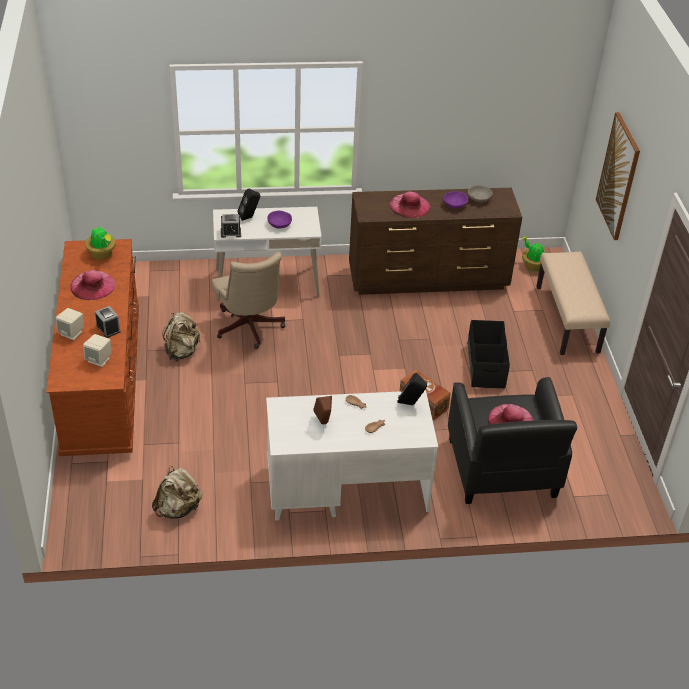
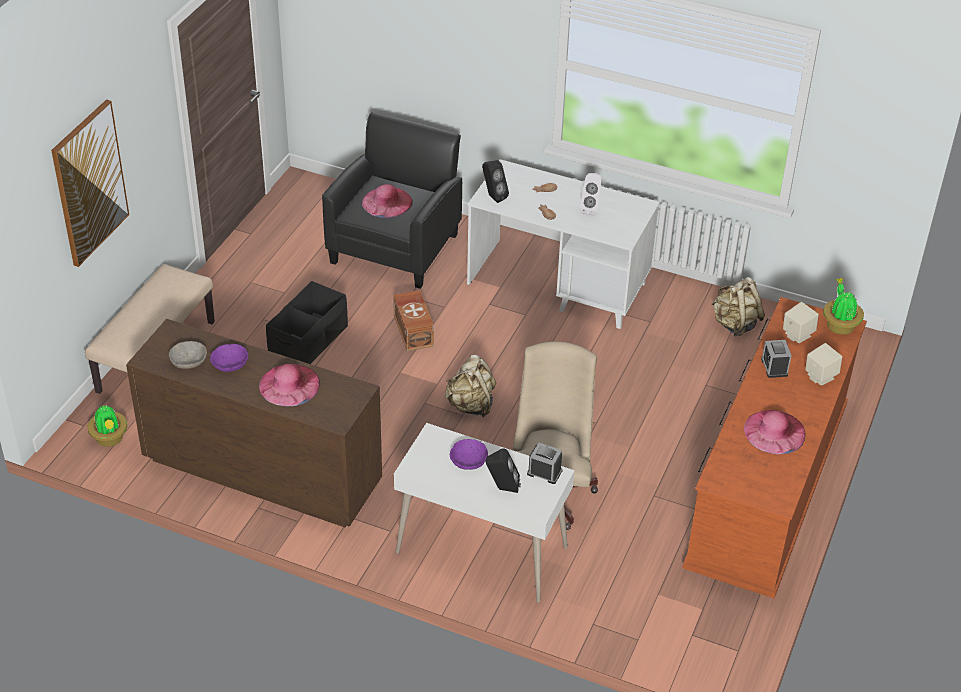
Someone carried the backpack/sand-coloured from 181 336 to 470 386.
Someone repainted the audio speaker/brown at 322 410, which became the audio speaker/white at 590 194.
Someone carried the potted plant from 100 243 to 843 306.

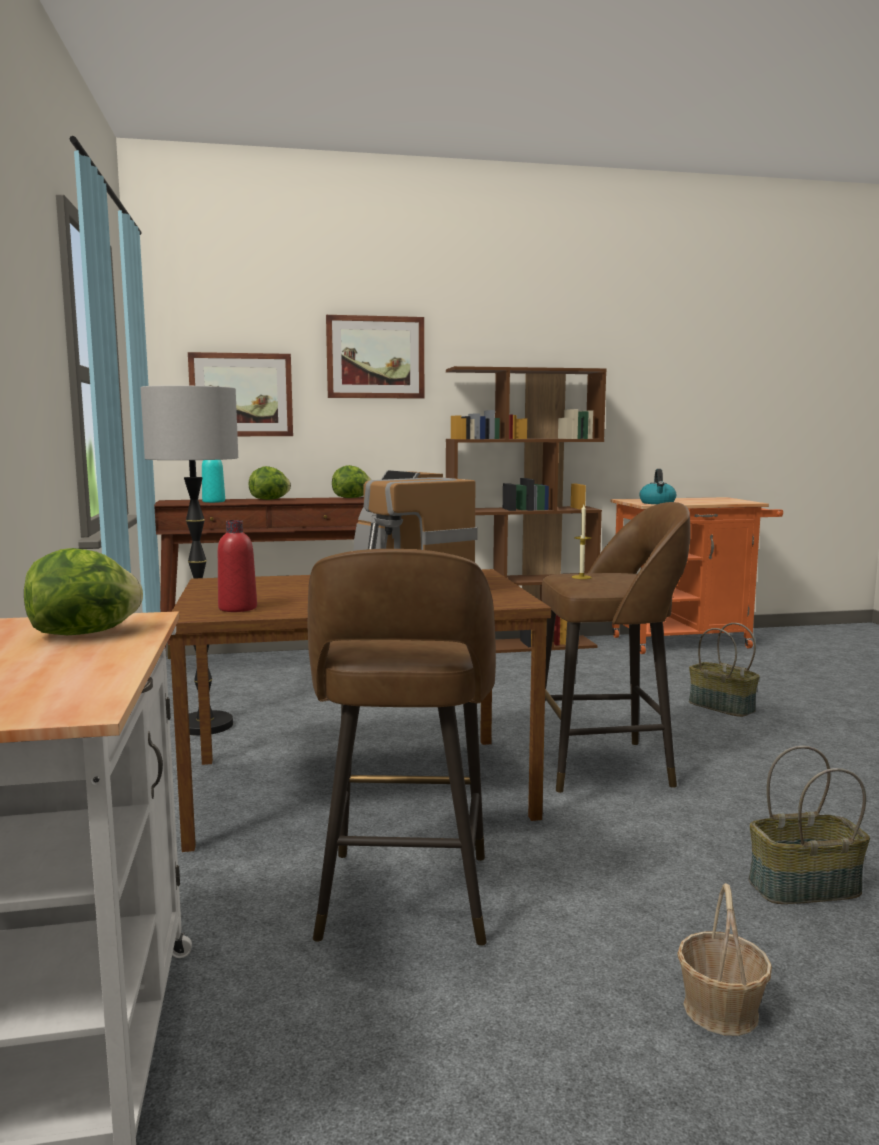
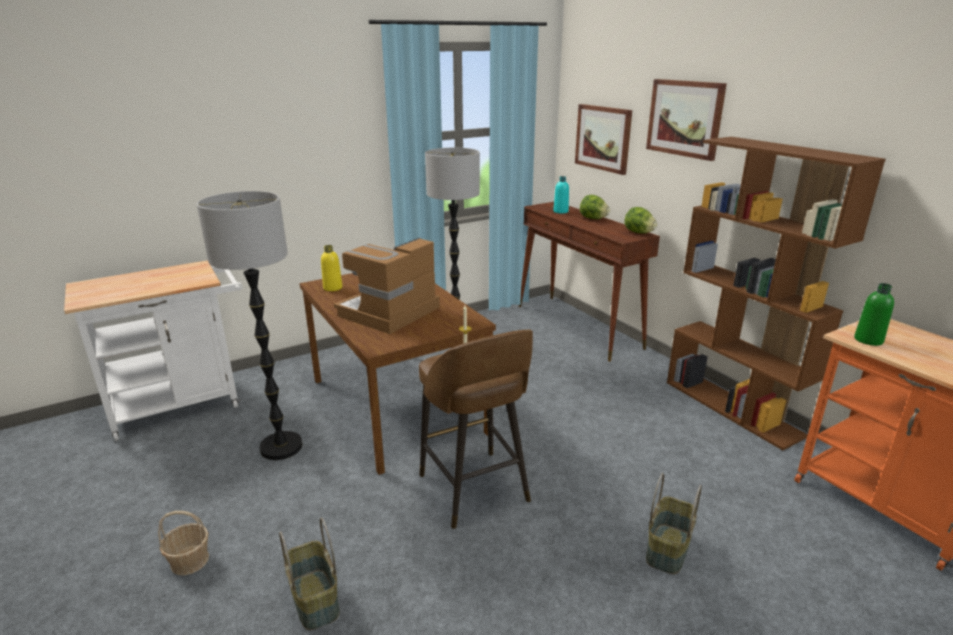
Someone swapped the stool/brown at 402 747 for the standing lamp at 250 325.
Someone repainted the drink bottle/red at 237 566, which became the drink bottle/yellow at 331 268.
Someone swapped the kettle at 657 486 for the drink bottle/green-coloured at 874 314.
Someone took away the head of lettuce at 83 591.

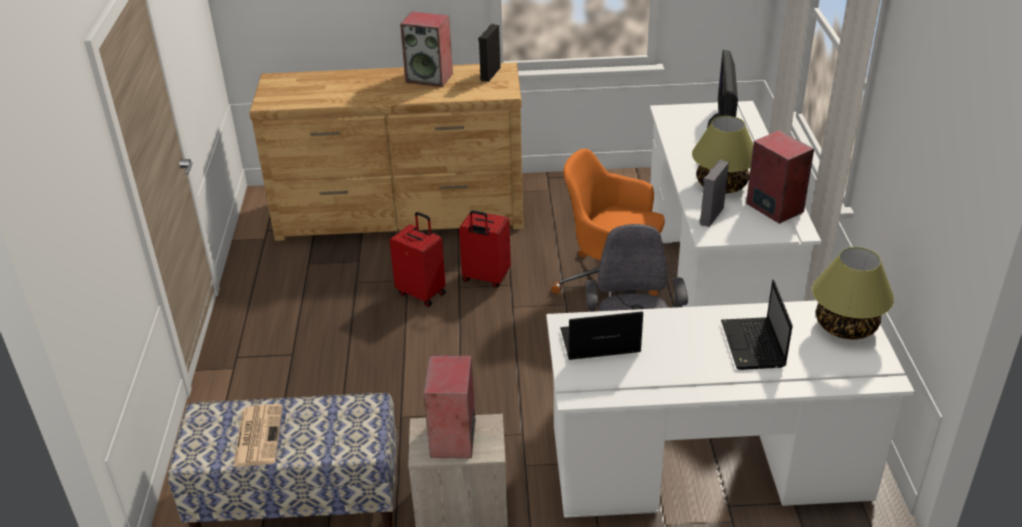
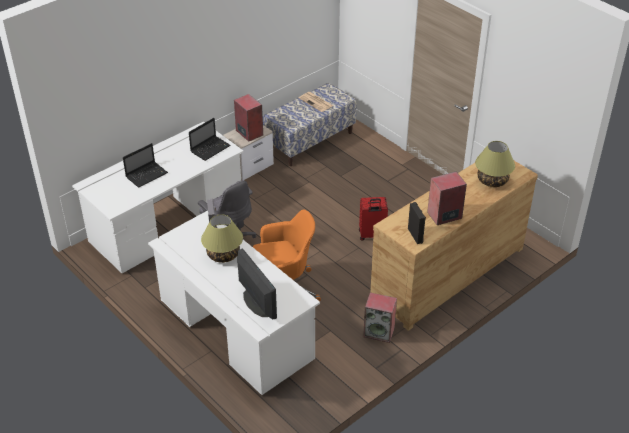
Someone rotated the portable computer at 757 325 by 90 degrees clockwise.
Someone carried the audio speaker from 780 177 to 380 317.
Someone carried the tabletop lamp from 853 293 to 495 164.
Someone took away the suitcase/red at 485 249.

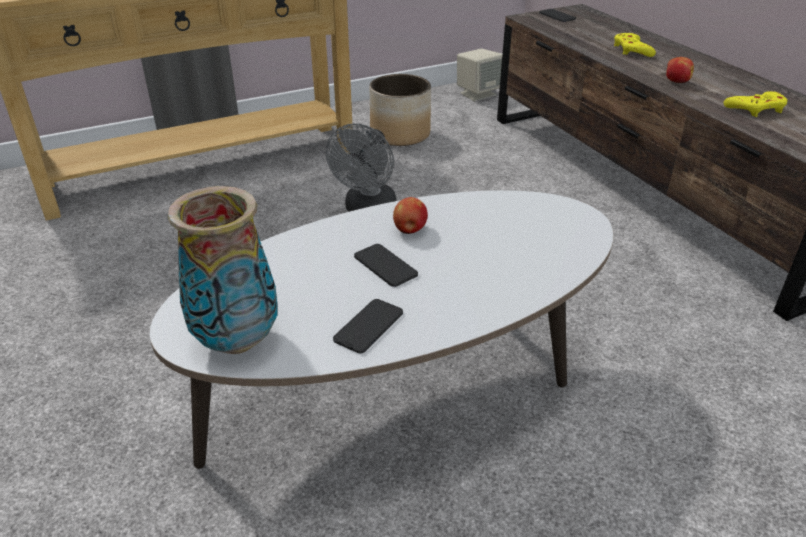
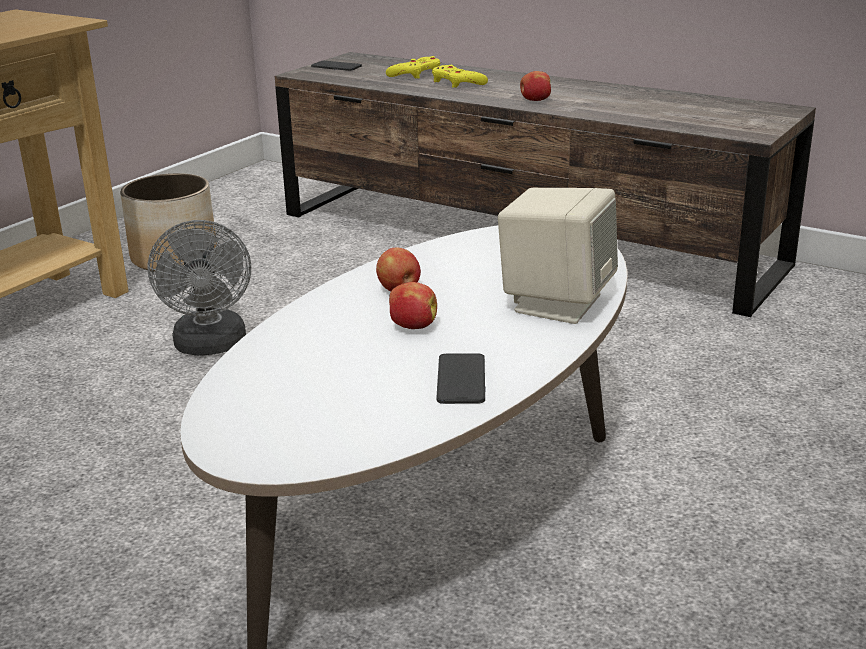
Someone carried the joypad/yellow from 755 104 to 413 67.
Someone swapped the handset at 386 265 for the apple at 413 305.
Someone carried the audio speaker/sand-coloured from 479 75 to 558 256.
Someone took away the vase at 223 270.

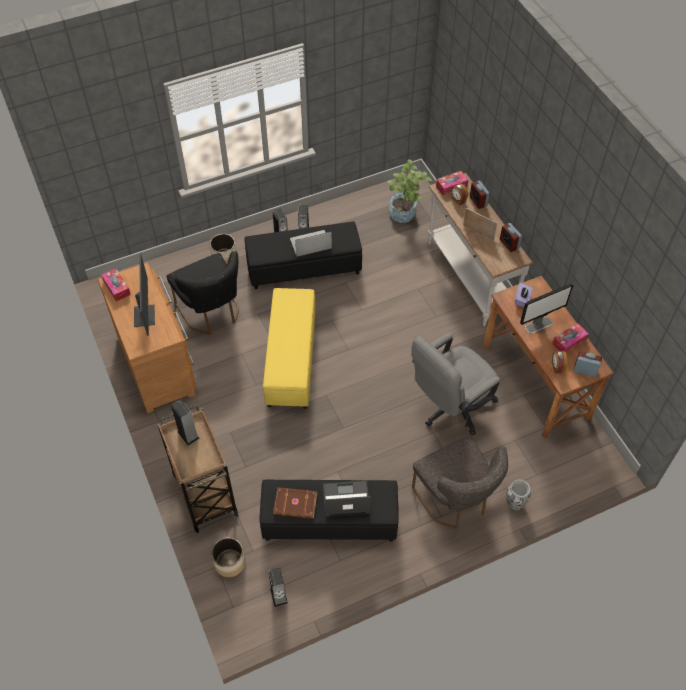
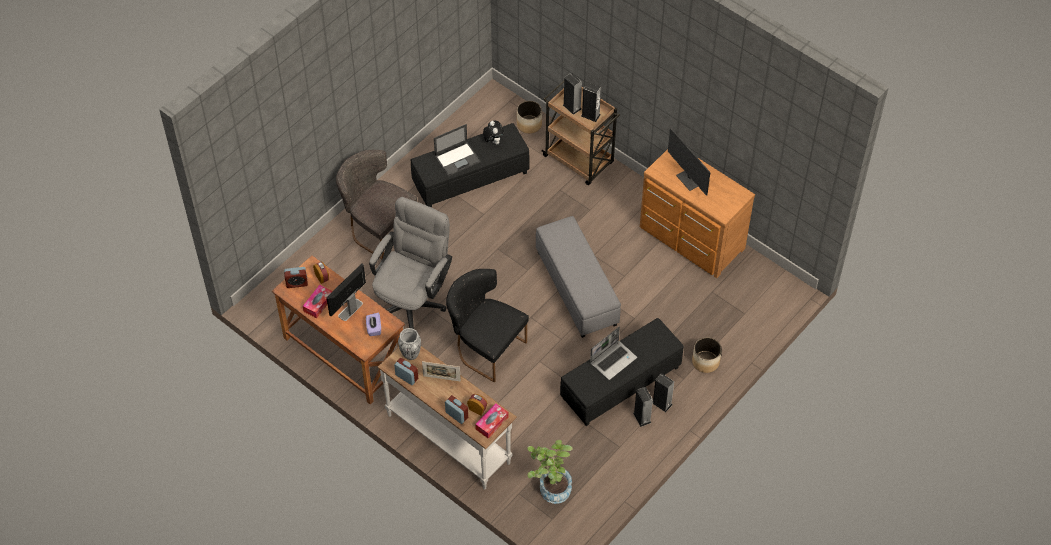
Someone carried the vase from 518 494 to 409 344.
Someone carried the upright chair/black from 202 293 to 487 326.
Someone swapped the bound book/brown at 295 503 for the soft toy at 493 132.
Someone repainted the footrest/yellow at 289 348, which became the footrest/gray at 578 277.
Someone carried the audio speaker from 278 587 to 572 94.
Someone took away the tissue box at 116 284.

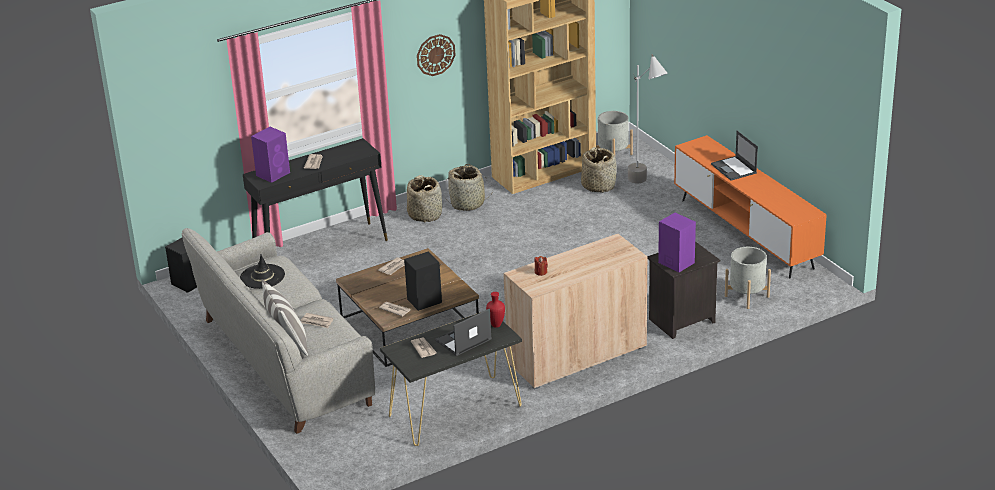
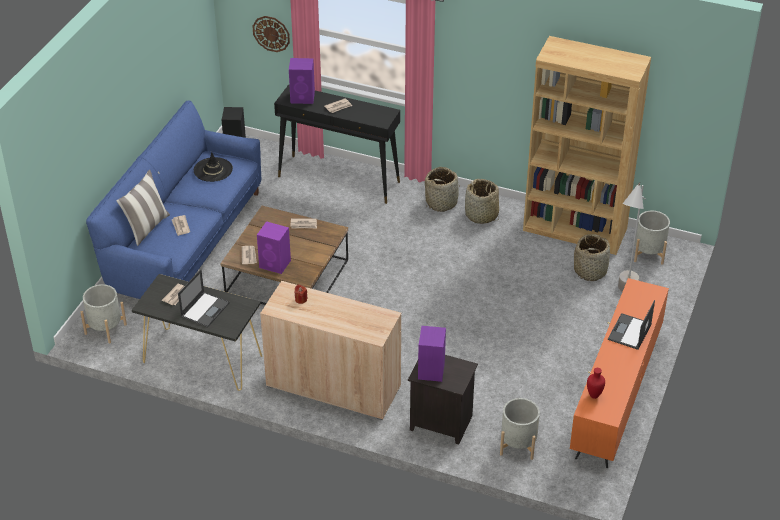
Someone put down the planter/gray at 103 313.
Someone repainted the settee/gray at 278 331, which became the settee/blue at 173 199.
Someone rotated the portable computer at 463 332 by 105 degrees clockwise.
Someone carried the clock on the wall from 436 55 to 271 34.
Someone repainted the audio speaker/black at 423 281, which became the audio speaker/purple at 274 247.
Someone carried the vase/red from 495 310 to 596 383.

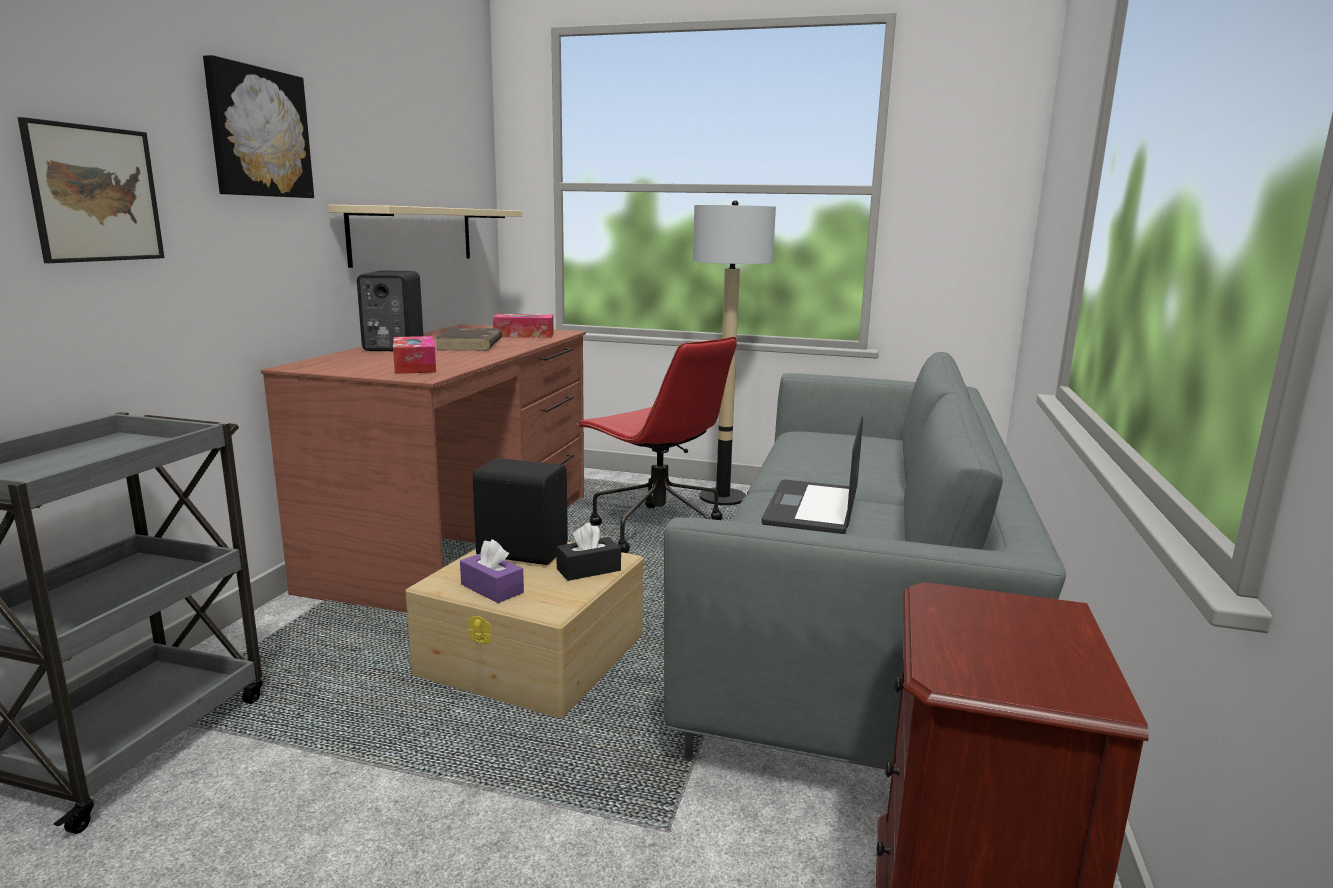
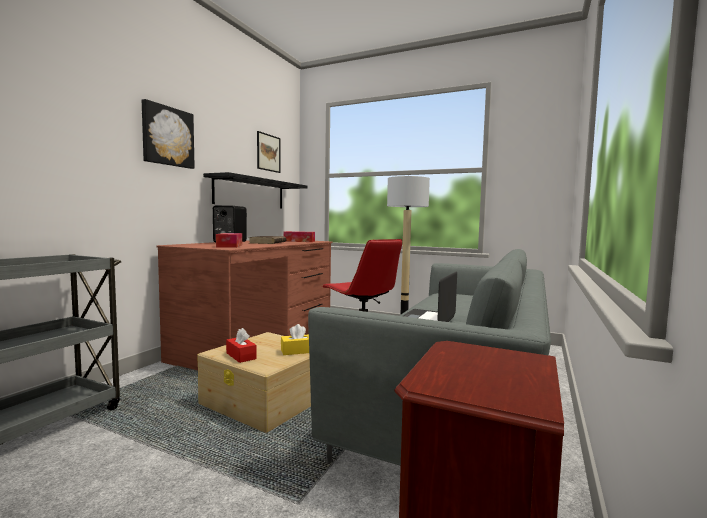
Someone repainted the shelf/sand-coloured at 425 236, which became the shelf/black at 255 190.
Someone repainted the tissue box/purple at 492 571, which became the tissue box/red at 241 345.
Someone carried the wall art from 91 190 to 268 152.
Someone repainted the tissue box/black at 588 552, which became the tissue box/yellow at 295 339.
Someone took away the audio speaker/black at 520 511.

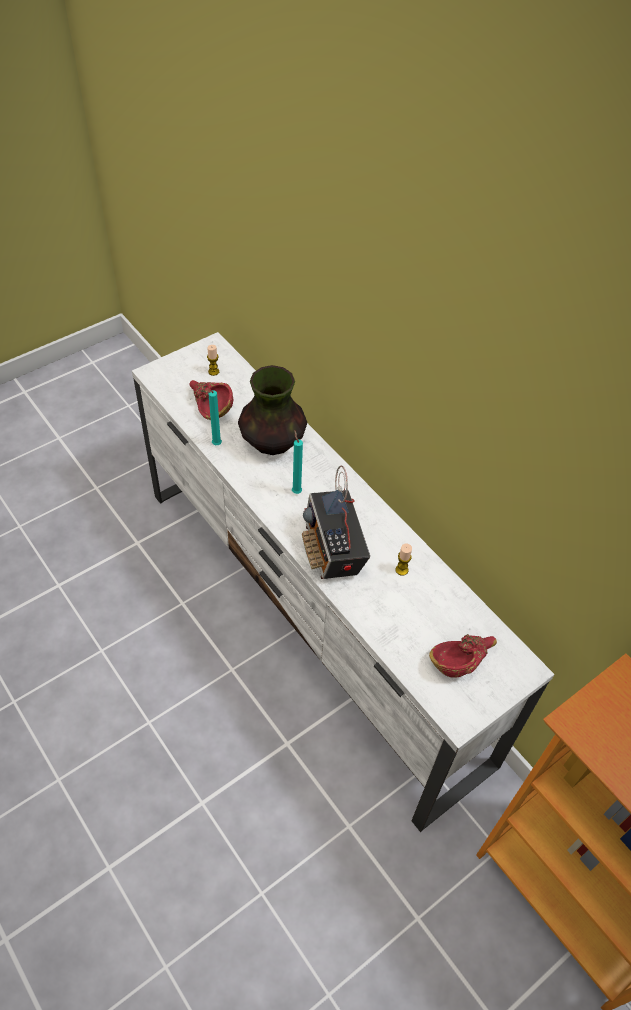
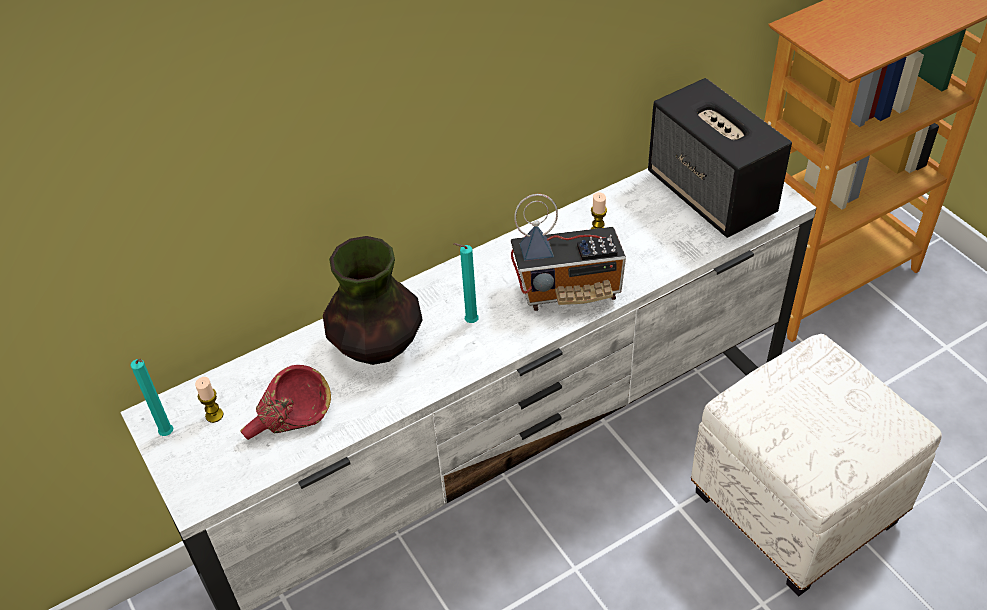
Someone carried the candle/blue-green from 214 417 to 151 397.
Someone swapped the bowl/red at 463 656 for the audio speaker at 720 158.
Someone put down the footrest/white at 816 465.

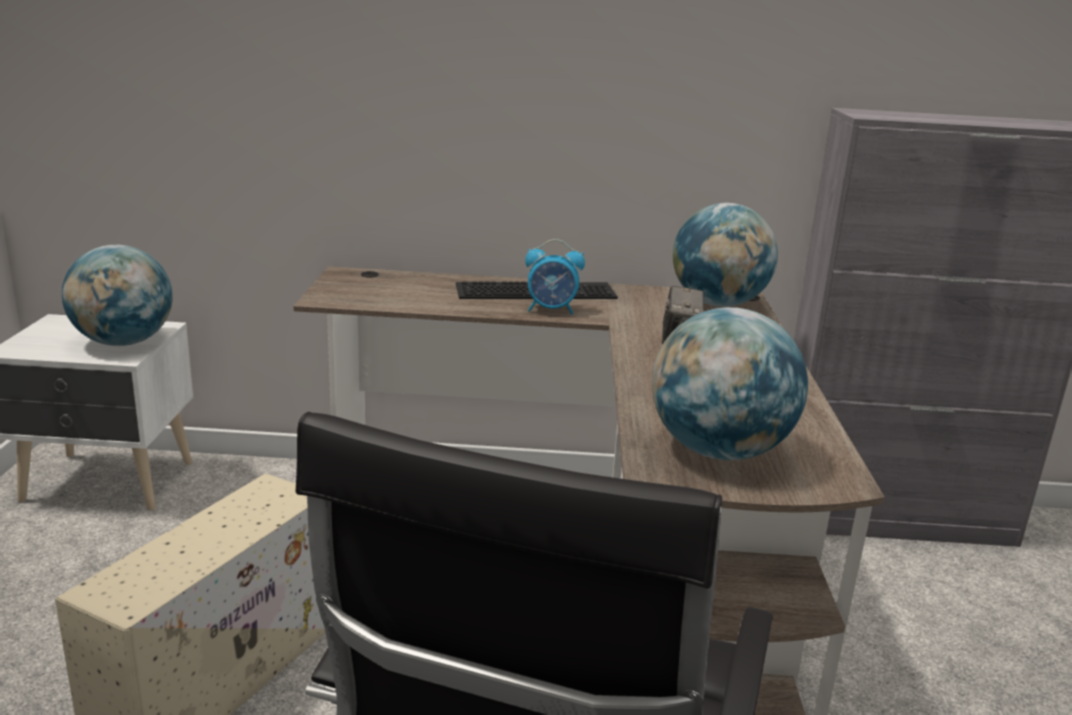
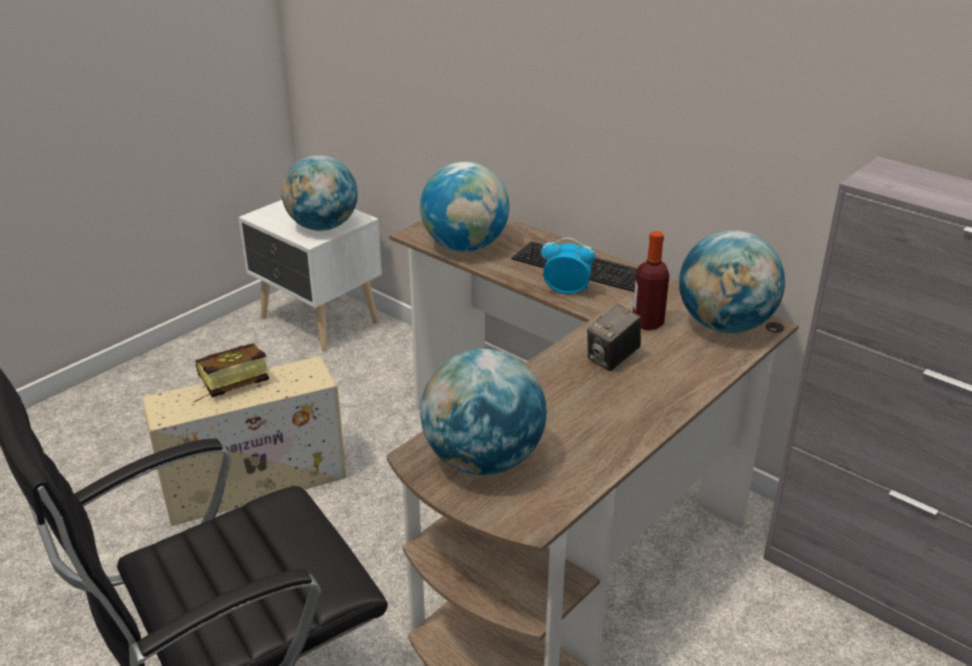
Someone put down the bound book at 231 373.
Someone put down the globe at 464 207.
Someone rotated the alarm clock at 555 276 by 150 degrees clockwise.
Someone put down the drink bottle at 651 280.

